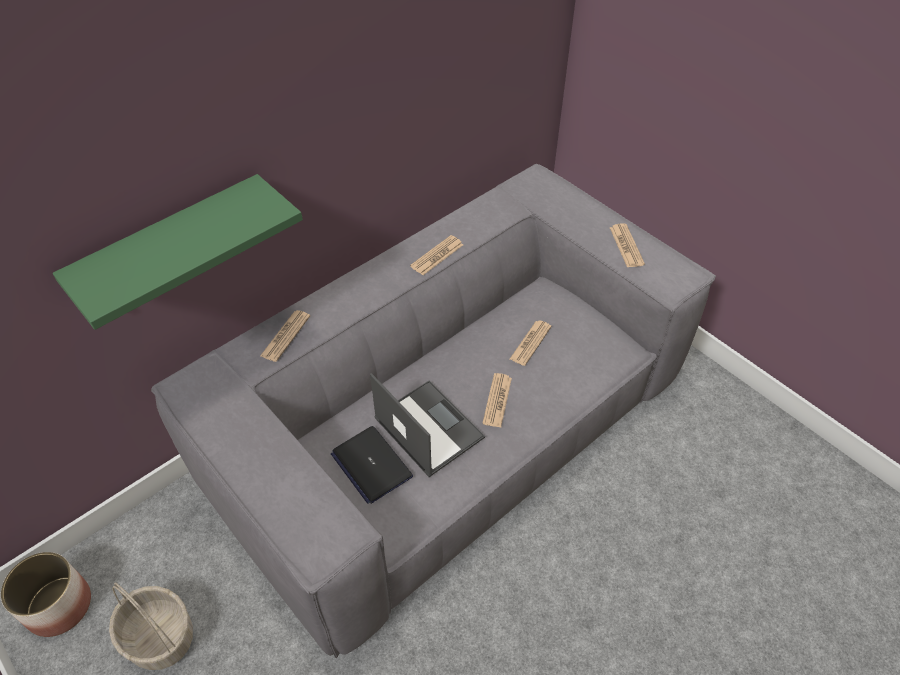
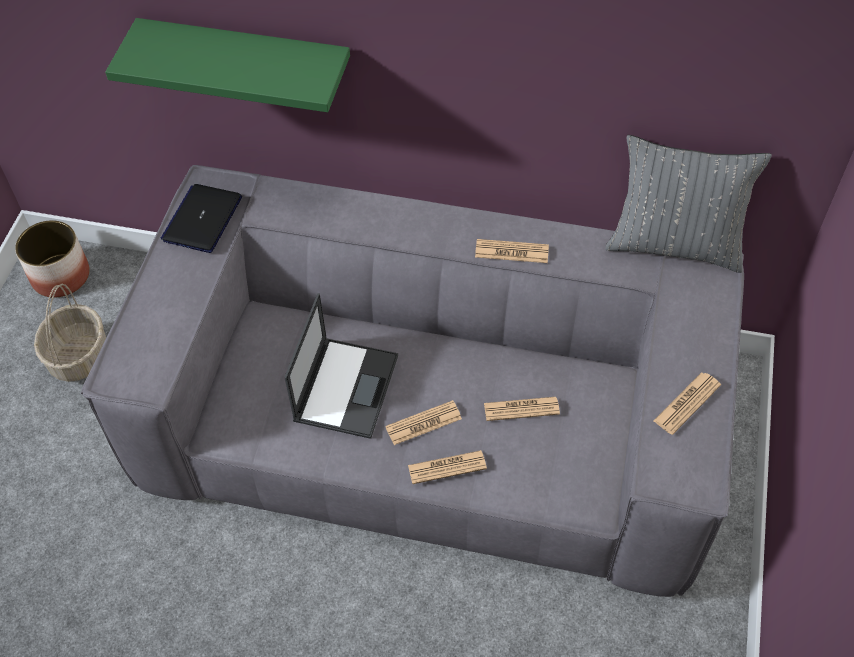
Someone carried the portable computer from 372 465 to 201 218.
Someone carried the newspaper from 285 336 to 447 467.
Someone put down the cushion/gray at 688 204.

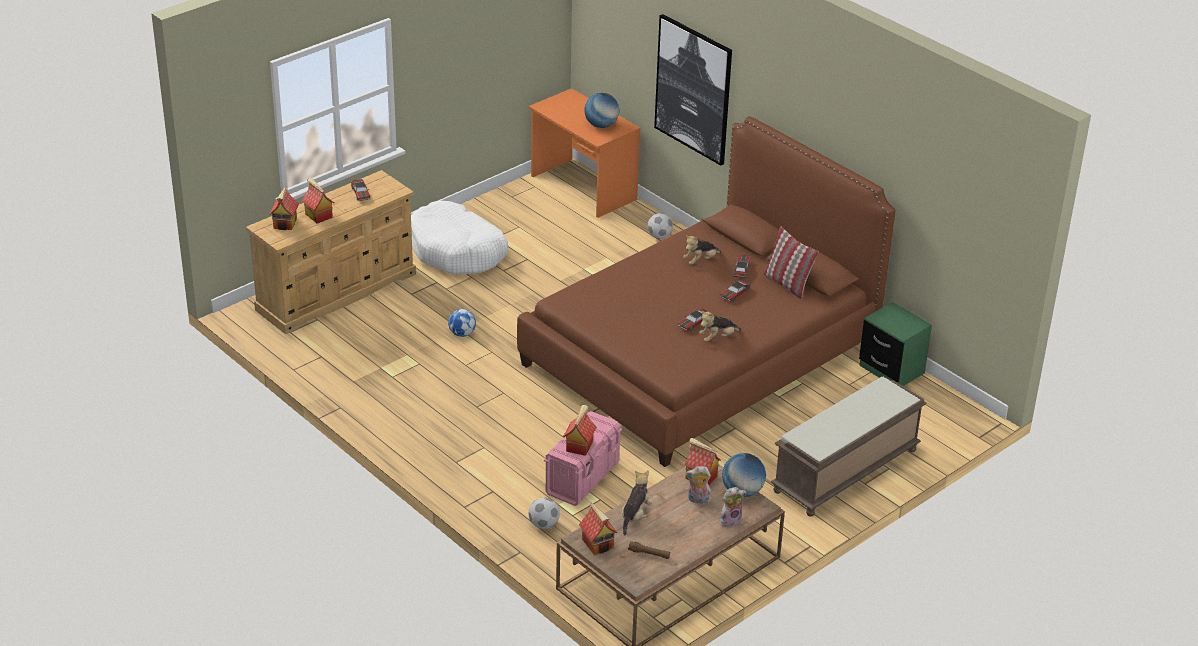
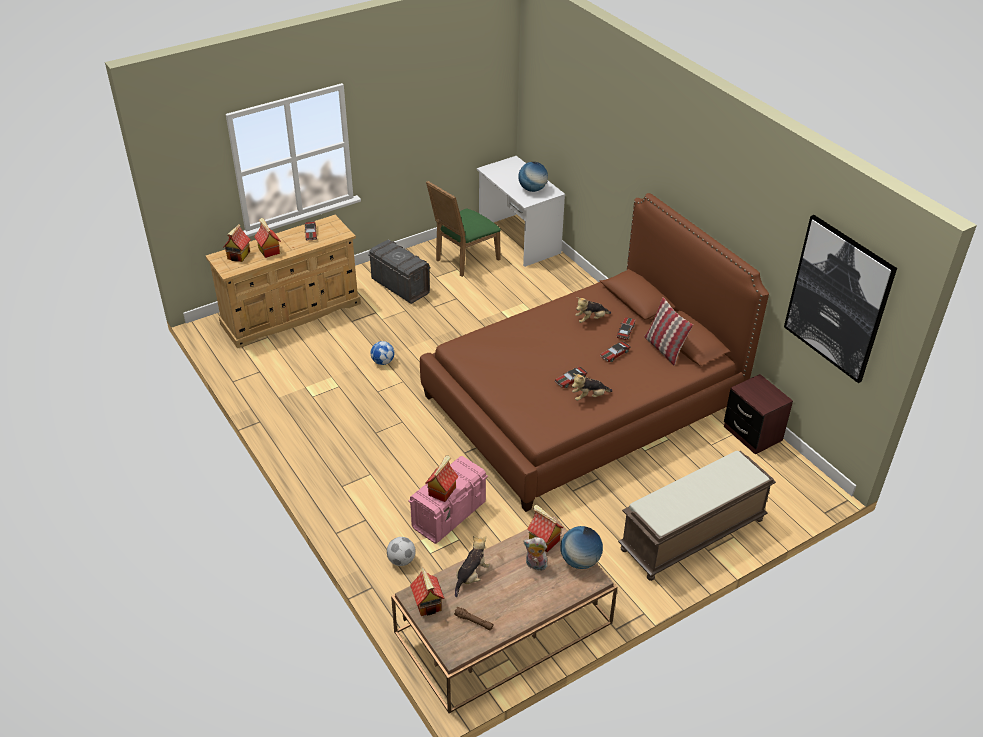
Someone swapped the dog bed/white at 459 238 for the storage bin/gray at 399 271.
Someone put down the upright chair/green-coloured at 463 229.
Someone repainted the desk/orangey at 584 153, which became the desk/white at 521 211.
Someone repainted the bedside table/green-coloured at 895 344, which became the bedside table/brown at 758 414.
Someone carried the wall art from 693 90 to 840 299.
Someone took away the ball for football at 660 226.
Someone took away the soft toy at 733 507.

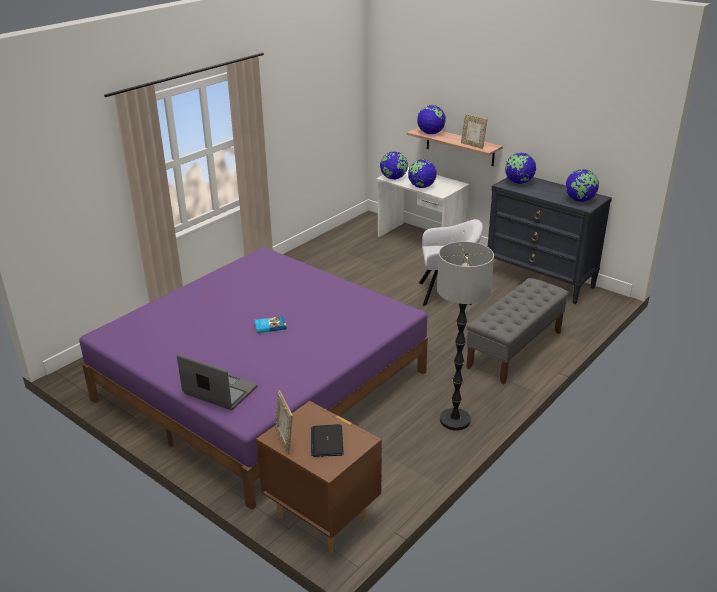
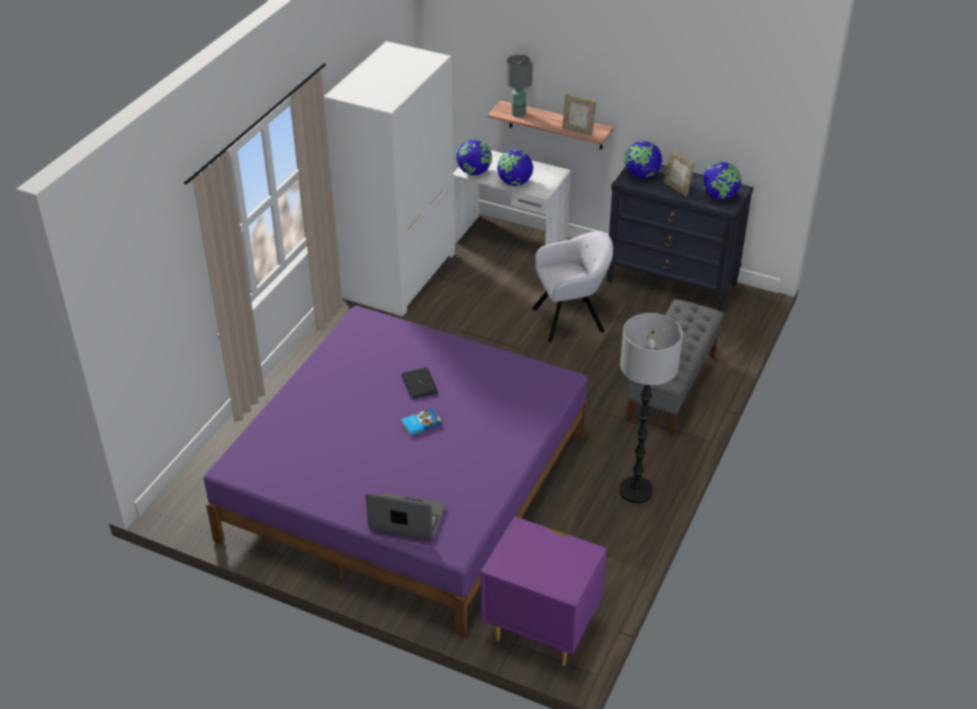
Someone put down the armoire/white at 389 179.
Someone carried the portable computer from 327 440 to 419 383.
Someone repainted the bedside table/brown at 319 476, which became the bedside table/purple at 544 591.
Someone swapped the globe at 431 119 for the tabletop lamp/gray at 519 86.
Someone carried the picture frame from 284 422 to 679 173.

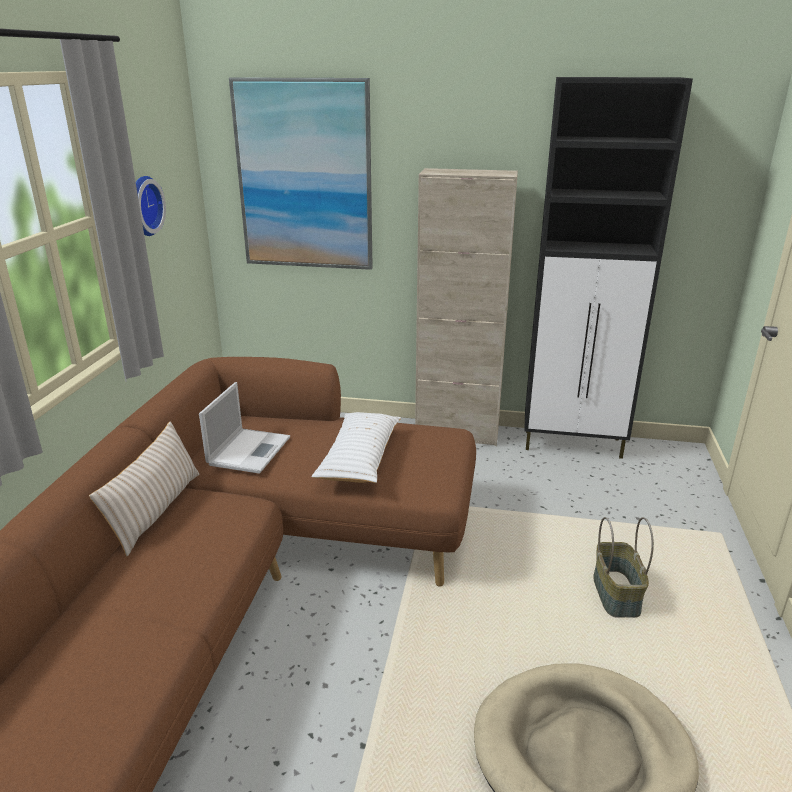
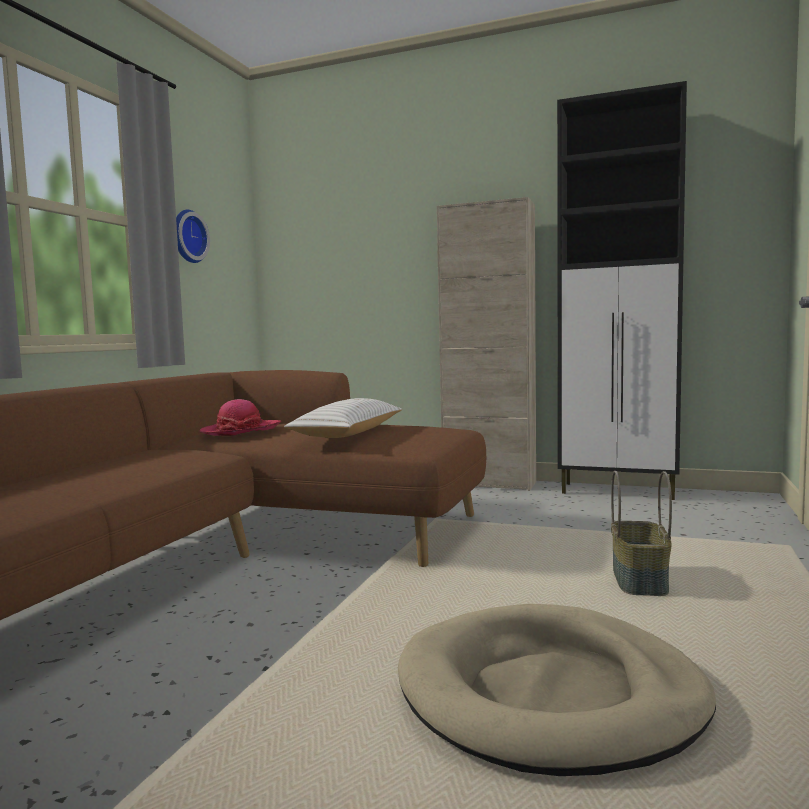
Someone swapped the portable computer at 244 428 for the wearable hat at 240 417.
Someone took away the cushion/sand-coloured at 144 488.
Someone took away the wall art at 301 173.

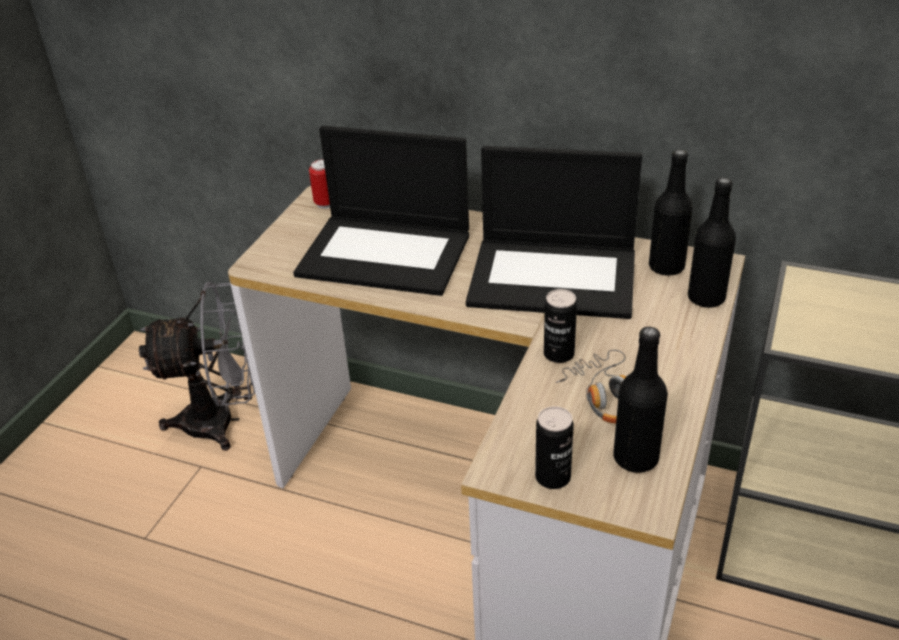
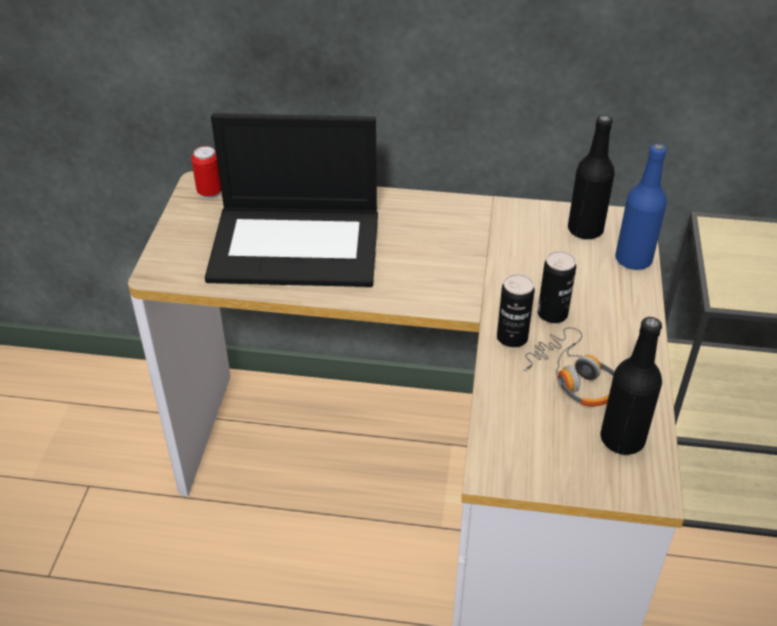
Someone carried the can from 554 447 to 557 287.
Someone repainted the drink bottle/black at 712 242, which became the drink bottle/blue at 641 206.
Someone took away the fan/gray at 197 366.
Someone took away the portable computer at 554 232.

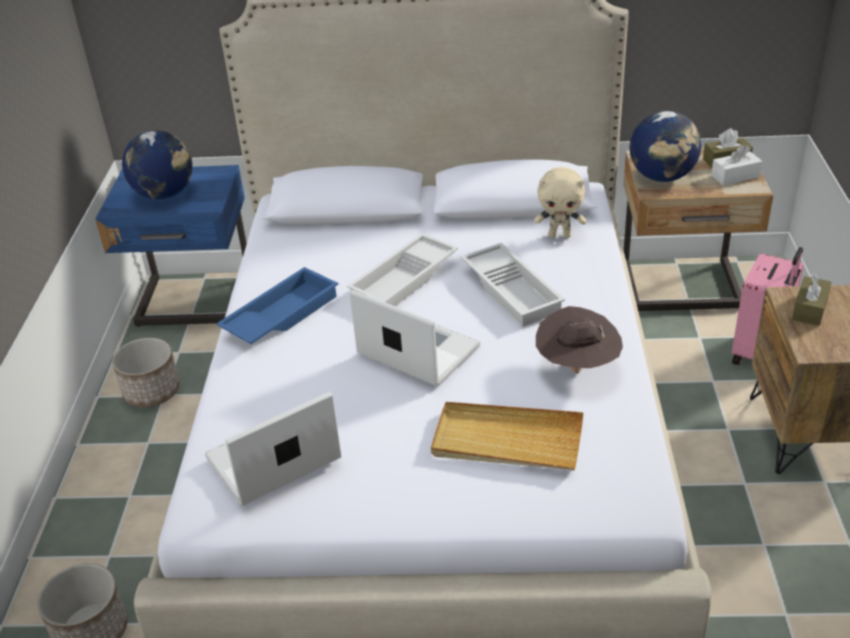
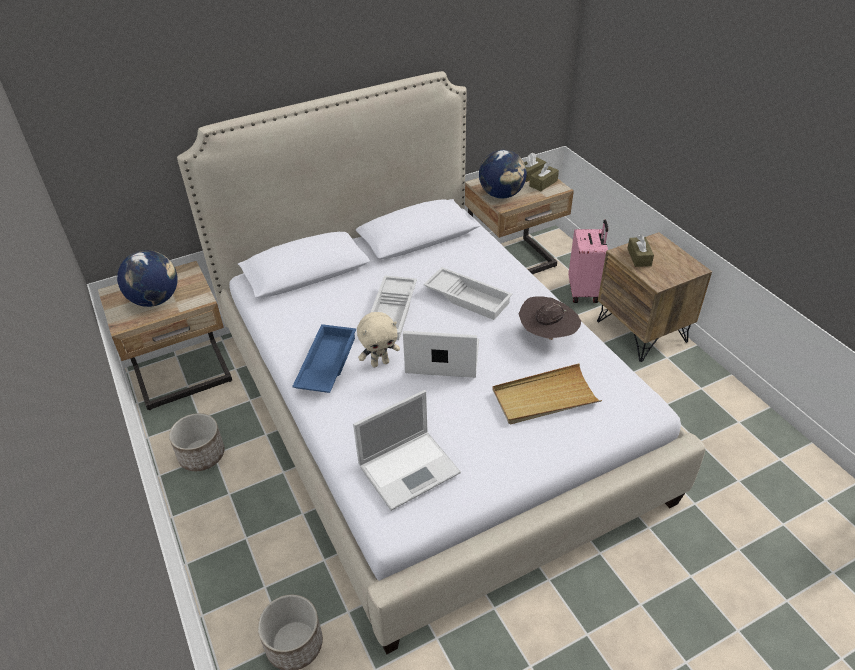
Someone repainted the bedside table/blue at 171 246, which became the bedside table/sand-coloured at 165 335.
Someone rotated the portable computer at 273 449 by 150 degrees counterclockwise.
Someone carried the soft toy/sand-coloured from 560 202 to 378 339.
Someone repainted the tissue box/white at 737 165, which became the tissue box/brown at 544 176.

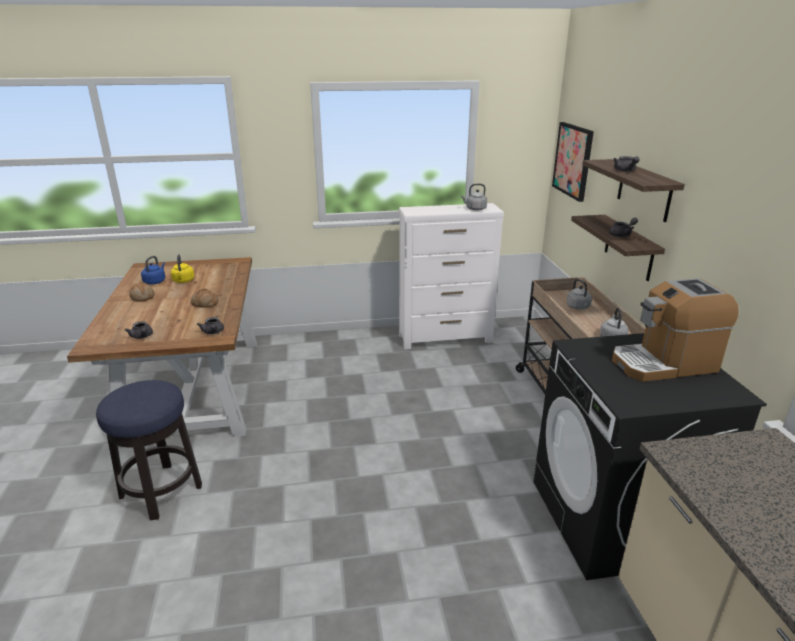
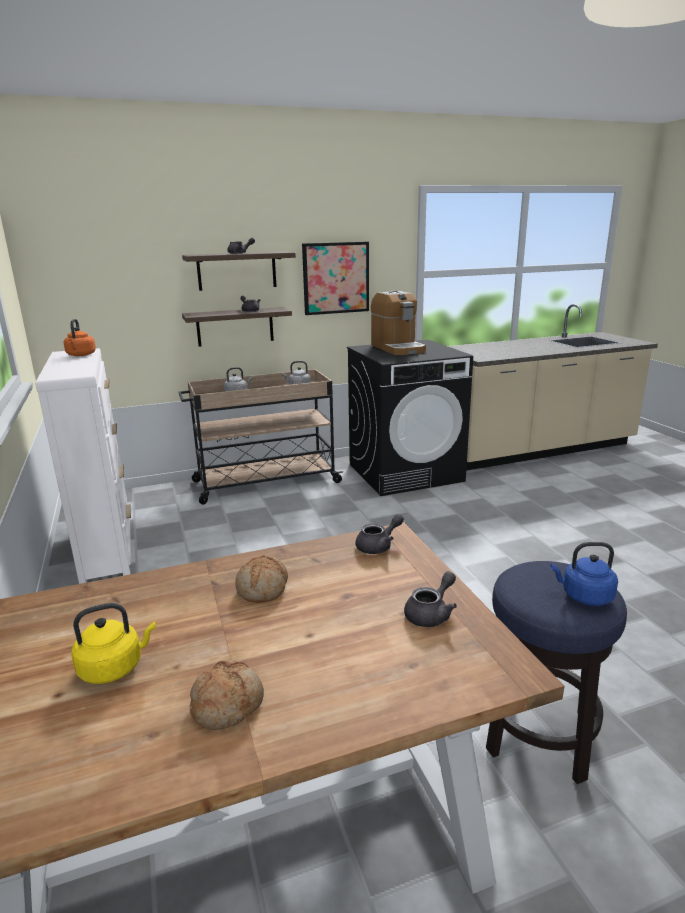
Someone repainted the kettle/gray at 474 197, which became the kettle/orangey at 80 337.
Someone carried the wall art from 573 162 to 335 278.
Someone carried the kettle/blue from 153 270 to 584 574.

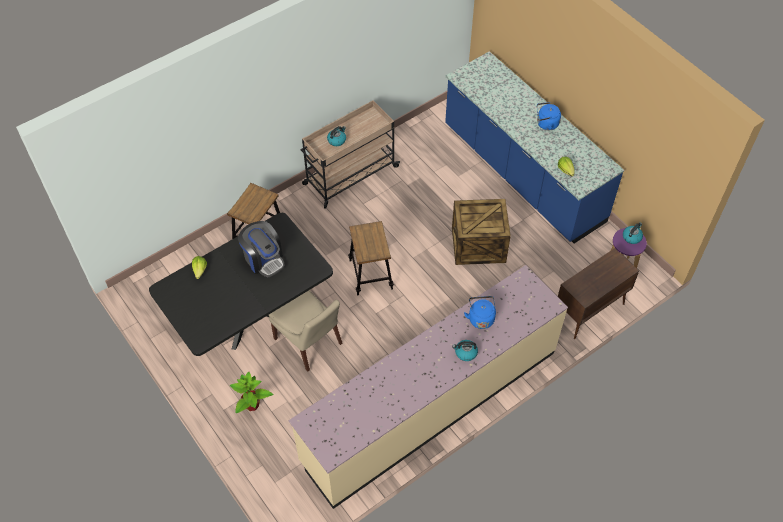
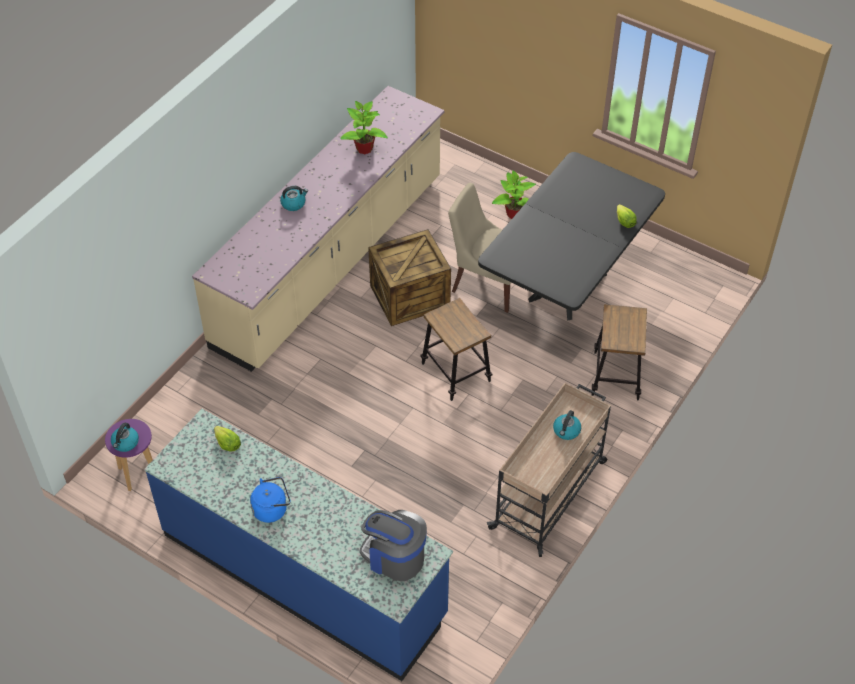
Someone put down the potted plant at 364 127.
Someone carried the coffee machine from 261 249 to 393 545.
Someone carried the packing crate from 481 232 to 409 277.
Someone took away the kettle/blue at 480 312.
Someone took away the cabinet/brown at 598 293.

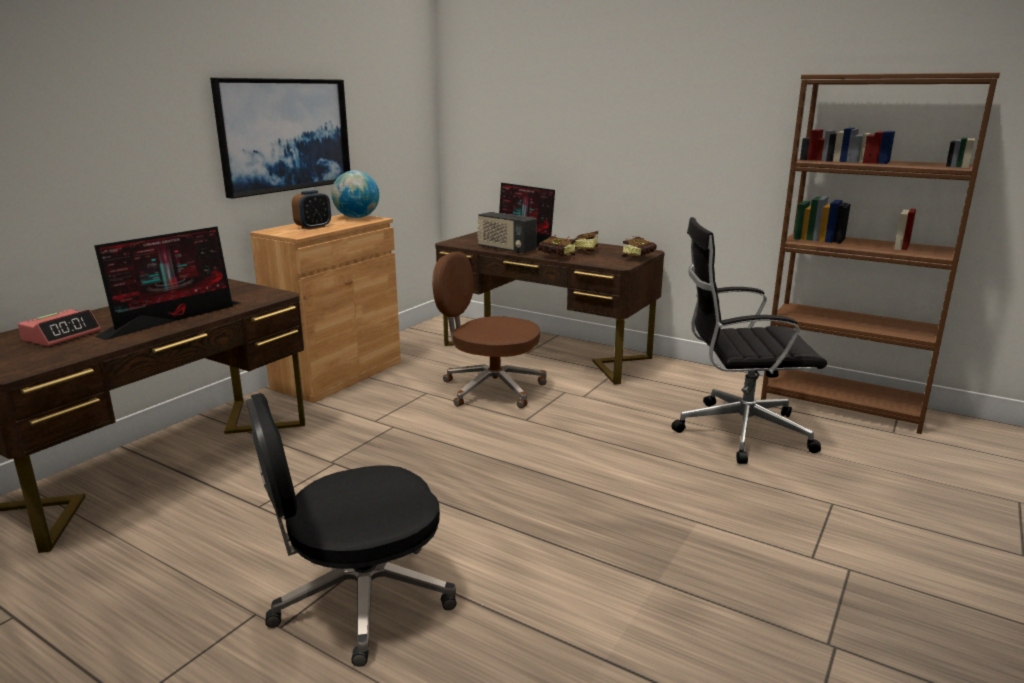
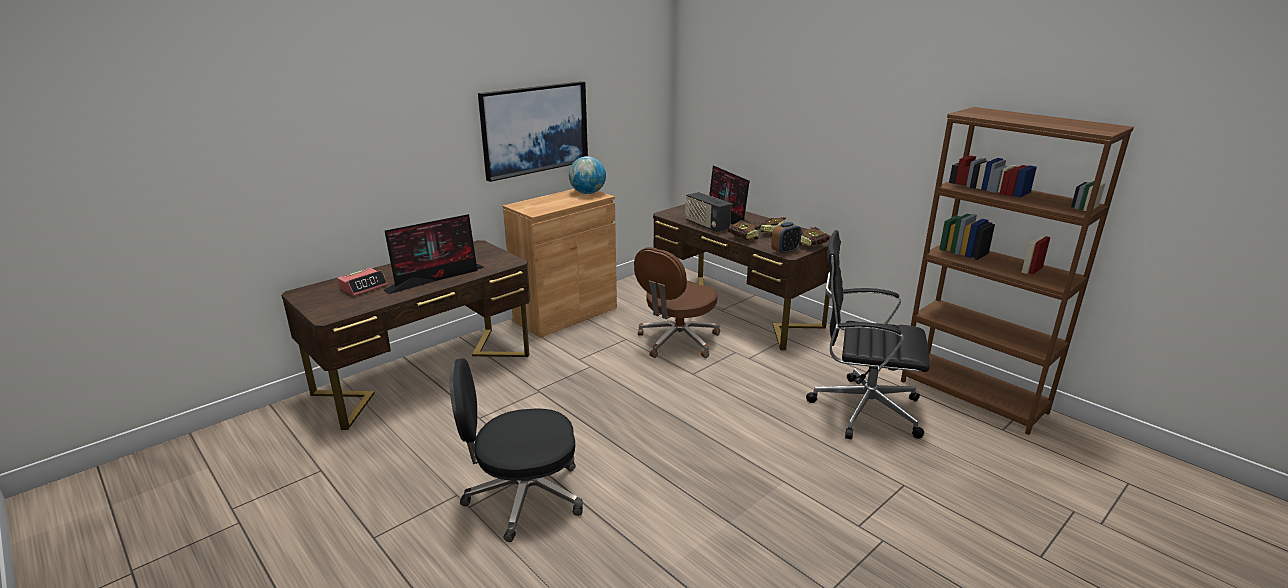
Someone rotated the computer chair/brown at 489 330 by 90 degrees counterclockwise.
Someone carried the alarm clock from 311 209 to 786 238.

